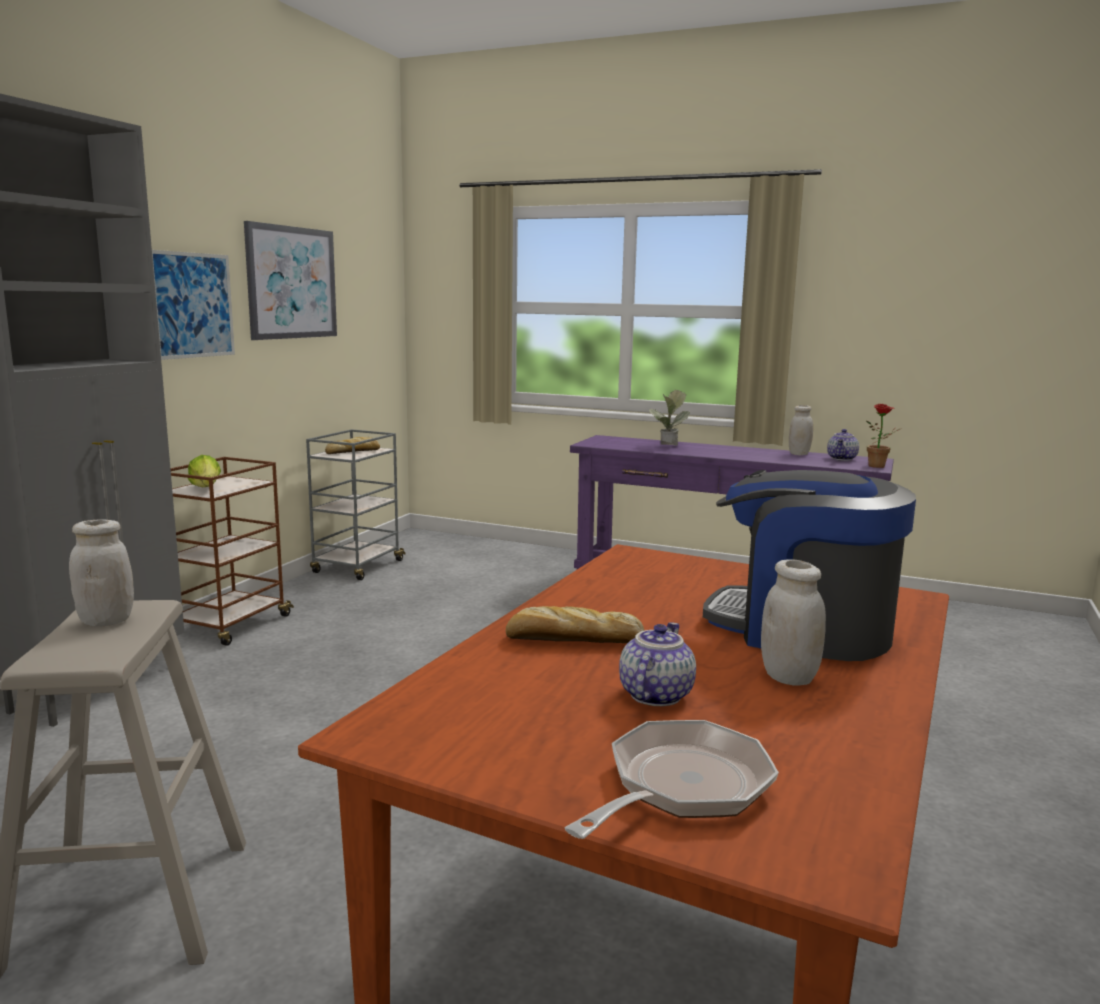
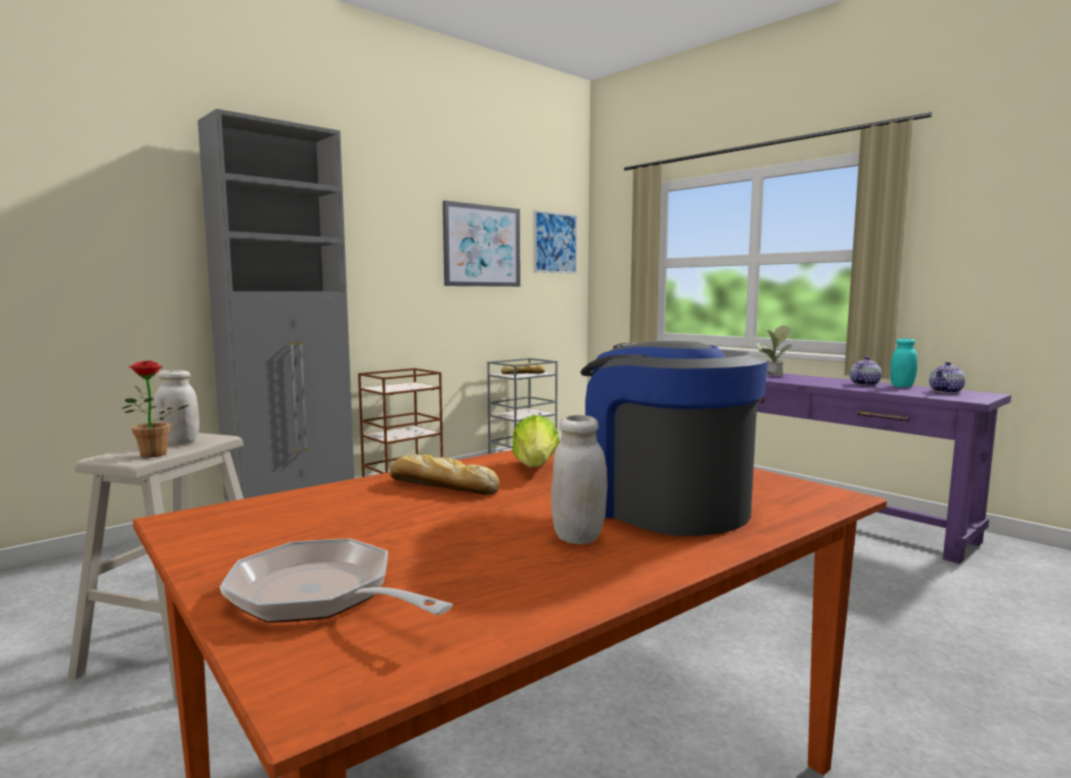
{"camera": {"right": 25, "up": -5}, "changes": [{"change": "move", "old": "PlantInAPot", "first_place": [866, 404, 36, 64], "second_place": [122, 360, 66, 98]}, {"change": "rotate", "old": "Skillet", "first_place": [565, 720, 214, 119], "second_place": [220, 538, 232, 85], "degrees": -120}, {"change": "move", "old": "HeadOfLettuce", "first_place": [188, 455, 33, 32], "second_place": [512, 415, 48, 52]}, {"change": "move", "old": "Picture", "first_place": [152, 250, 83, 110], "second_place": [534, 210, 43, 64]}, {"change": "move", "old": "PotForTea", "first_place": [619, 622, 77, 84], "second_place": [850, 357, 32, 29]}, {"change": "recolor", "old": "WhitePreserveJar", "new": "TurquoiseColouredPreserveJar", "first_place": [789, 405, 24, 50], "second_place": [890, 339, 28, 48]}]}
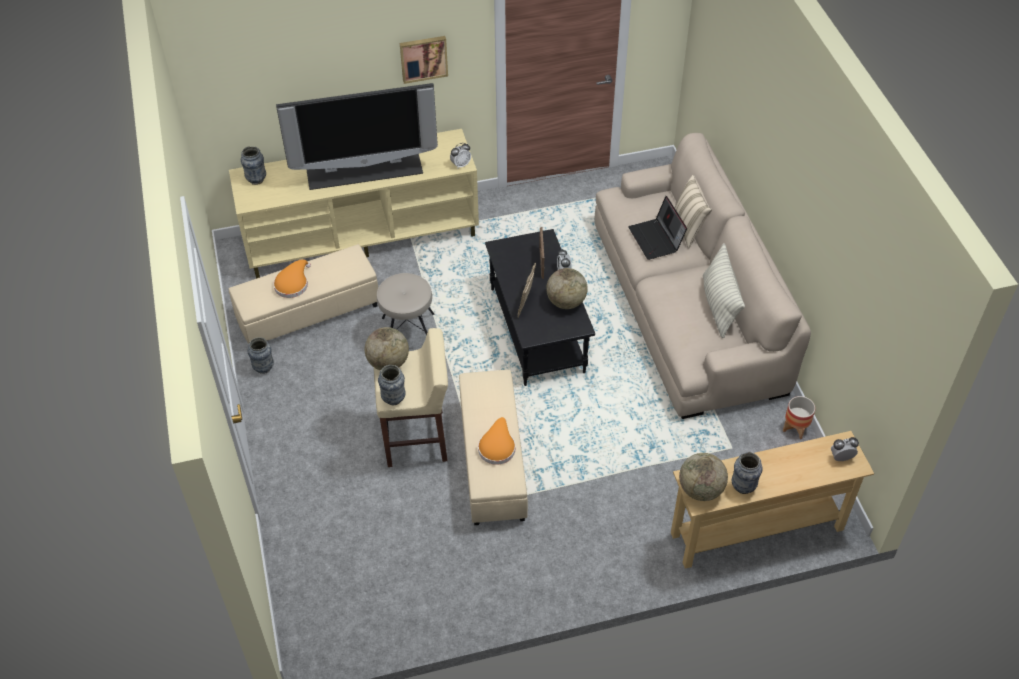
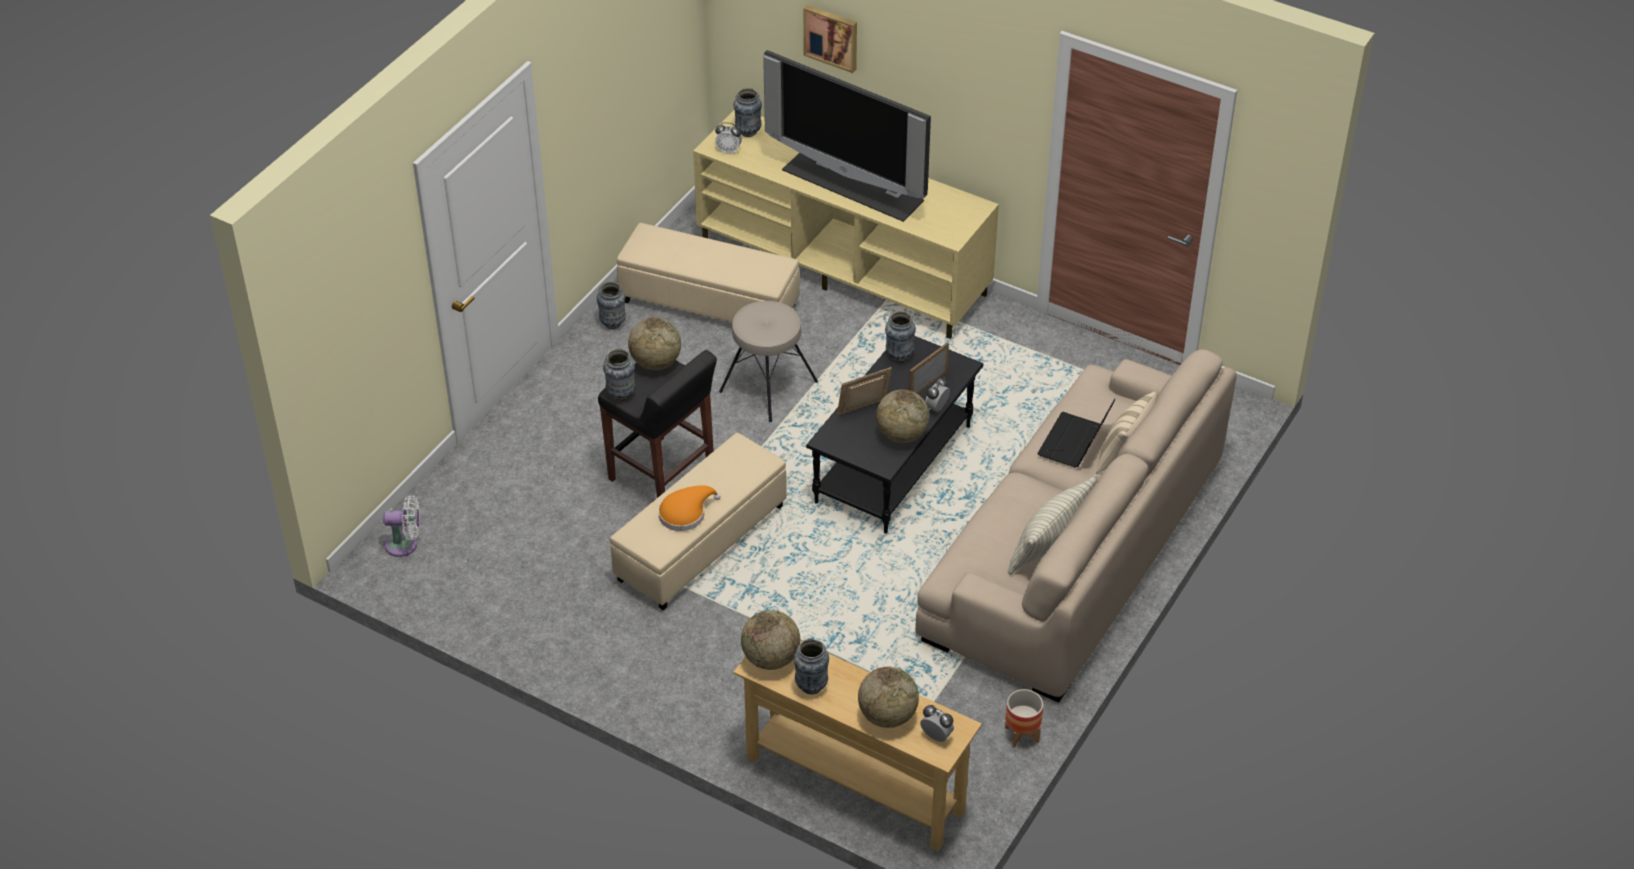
{"camera": {"right": 45, "up": -5}, "changes": [{"change": "insert", "new": "WhiteFan", "second_place": [383, 496, 37, 61]}, {"change": "recolor", "old": "BeigeStool", "new": "BlackishStool", "first_place": [374, 328, 74, 139], "second_place": [598, 350, 119, 148]}, {"change": "move", "old": "TableClock", "first_place": [450, 143, 21, 25], "second_place": [715, 122, 27, 32]}, {"change": "move", "old": "Picture", "first_place": [400, 36, 48, 48], "second_place": [803, 5, 54, 68]}, {"change": "insert", "new": "WorldGlobe", "second_place": [858, 667, 61, 61]}, {"change": "insert", "new": "FlowerVase", "second_place": [885, 311, 31, 51]}, {"change": "delete", "old": "OrangeClothingHat", "first_place": [274, 259, 37, 39]}]}
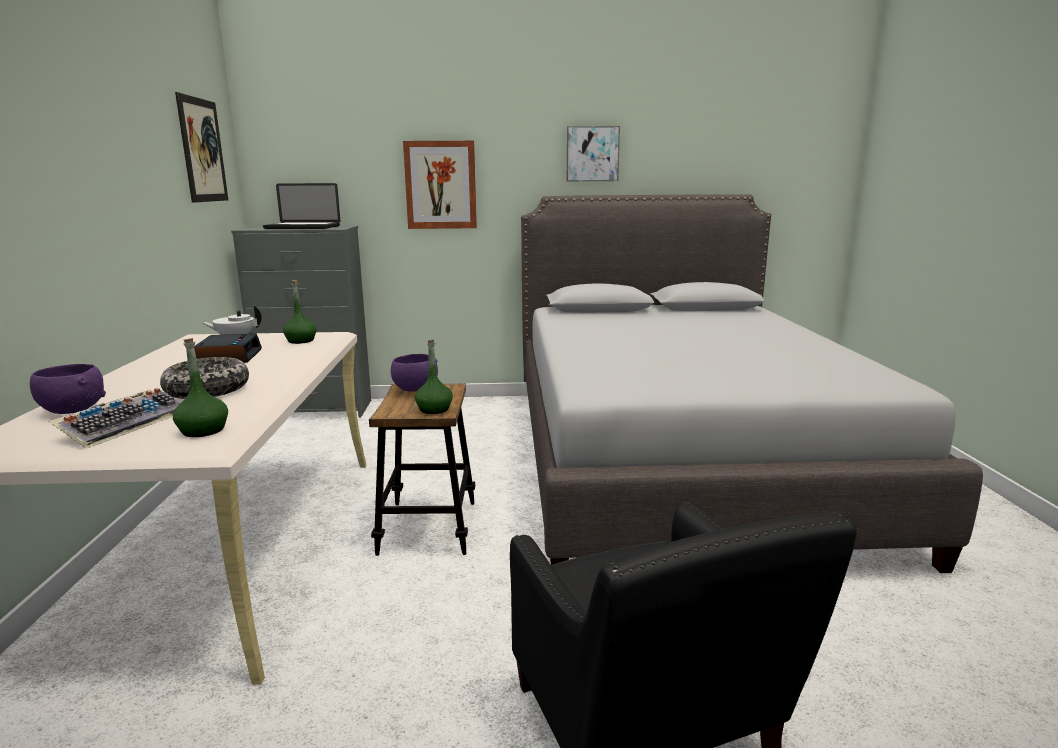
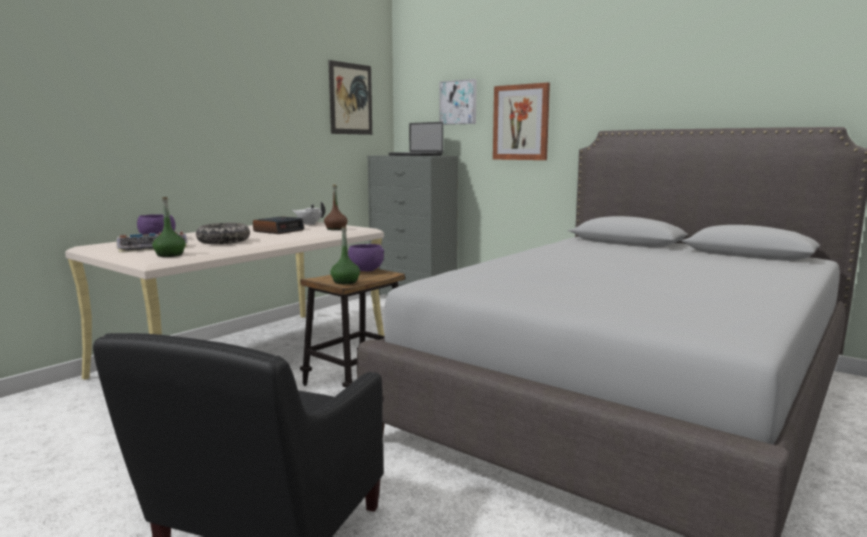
{"camera": {"right": 40, "up": -5}, "changes": [{"change": "recolor", "old": "GreenishDrinkBottle", "new": "BrownishDrinkBottle", "first_place": [283, 280, 34, 64], "second_place": [324, 184, 23, 46]}, {"change": "move", "old": "Picture", "first_place": [567, 126, 53, 55], "second_place": [439, 79, 38, 46]}]}
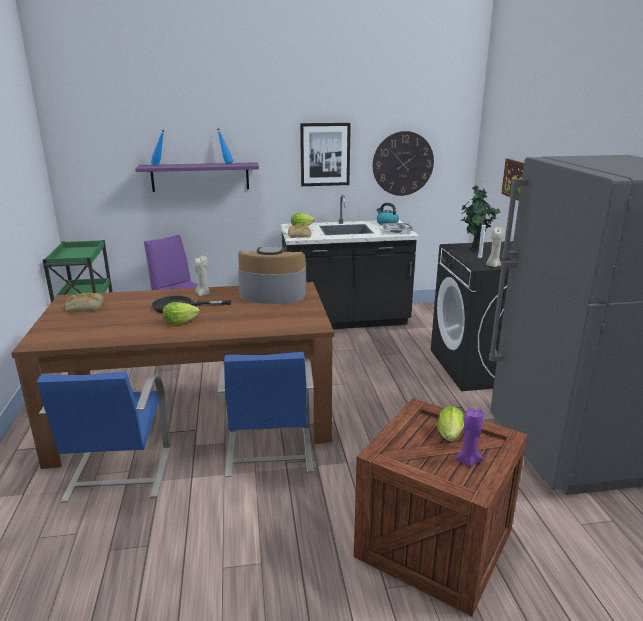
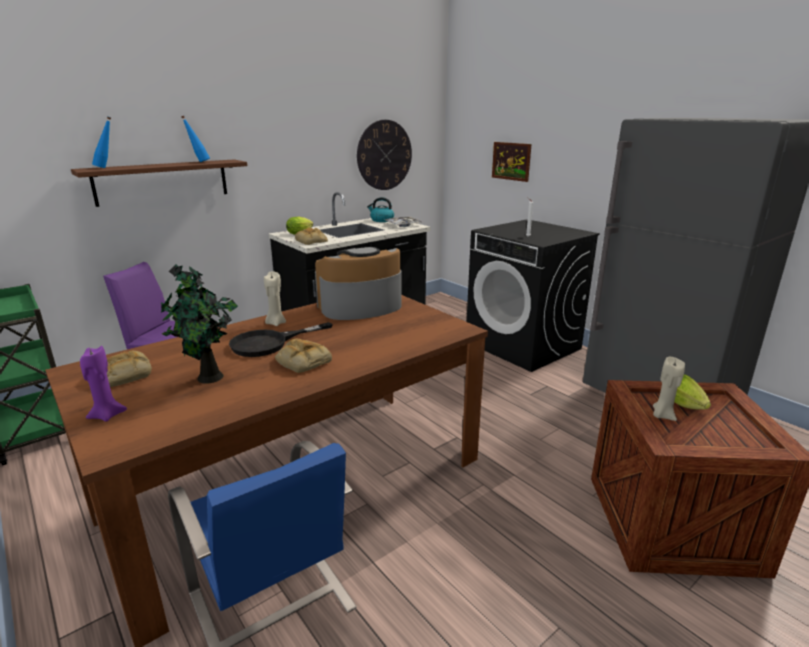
{"camera": {"right": -30, "up": 0}, "changes": [{"change": "recolor", "old": "PurplishWallShelf", "new": "BrownishWallShelf", "first_place": [135, 162, 124, 30], "second_place": [71, 160, 176, 47]}, {"change": "move", "old": "PurplishWaxLight", "first_place": [454, 407, 30, 60], "second_place": [80, 346, 47, 76]}, {"change": "move", "old": "PlantInAPot", "first_place": [461, 185, 39, 67], "second_place": [161, 264, 77, 120]}, {"change": "replace", "old": "HeadOfLettuce", "new": "Bread", "first_place": [163, 302, 37, 22], "second_place": [275, 339, 57, 34]}, {"change": "move", "old": "BeigeWaxLight", "first_place": [486, 227, 18, 40], "second_place": [653, 357, 32, 64]}, {"change": "delete", "old": "BlueChair", "first_place": [218, 352, 96, 125]}, {"change": "delete", "old": "Picture", "first_place": [300, 123, 51, 63]}]}
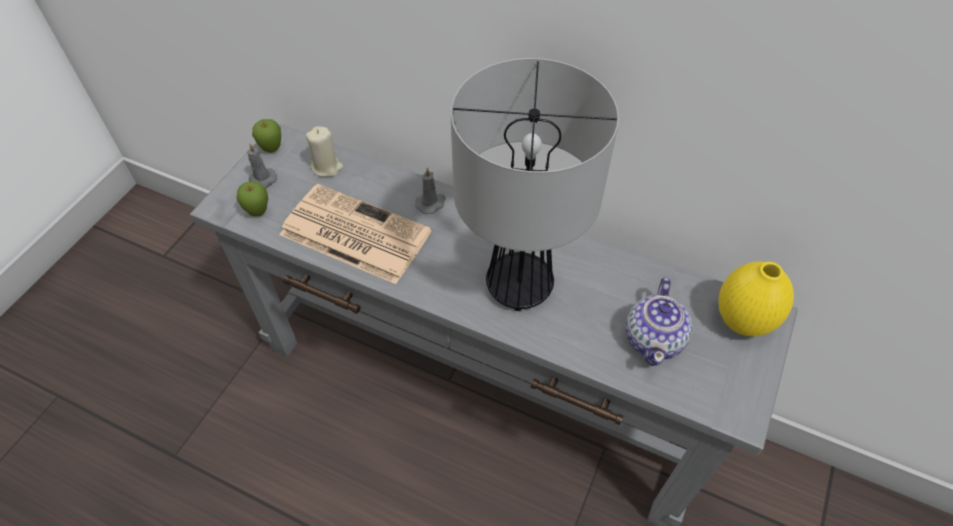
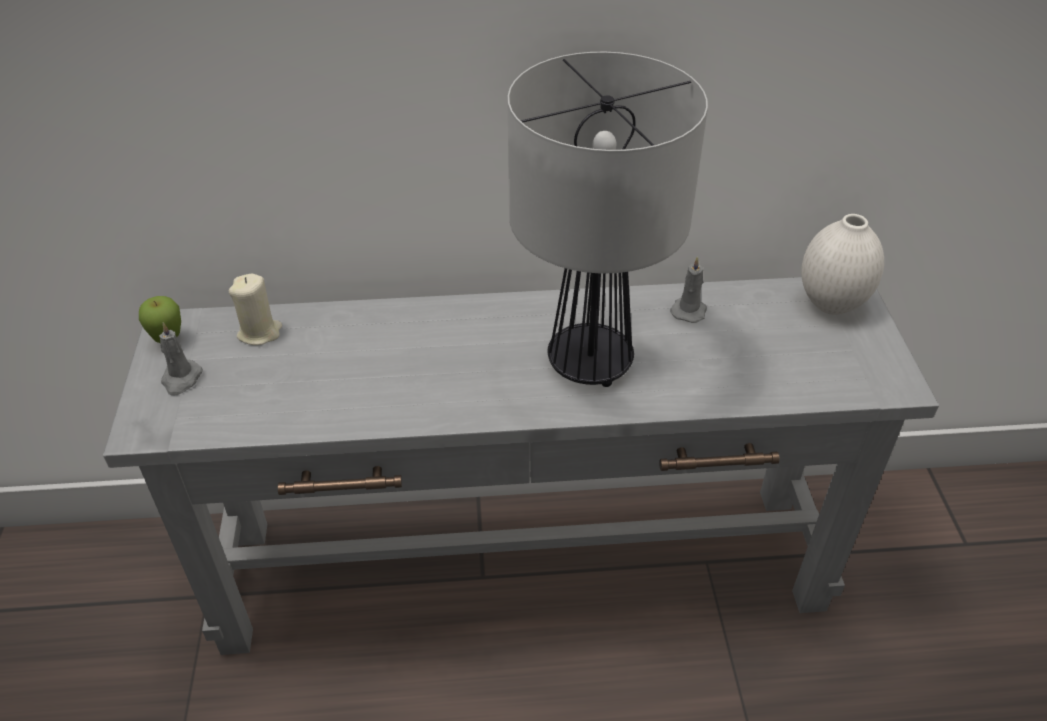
{"camera": {"right": -30, "up": -10}, "changes": [{"change": "move", "old": "GreyWaxLight", "first_place": [415, 167, 31, 47], "second_place": [670, 256, 37, 67]}, {"change": "recolor", "old": "YellowFlowerVase", "new": "WhiteFlowerVase", "first_place": [718, 261, 76, 75], "second_place": [801, 214, 83, 101]}, {"change": "delete", "old": "Apple", "first_place": [237, 181, 31, 35]}, {"change": "delete", "old": "PrintedPaper", "first_place": [280, 184, 152, 100]}, {"change": "delete", "old": "PotForTea", "first_place": [626, 277, 66, 89]}]}
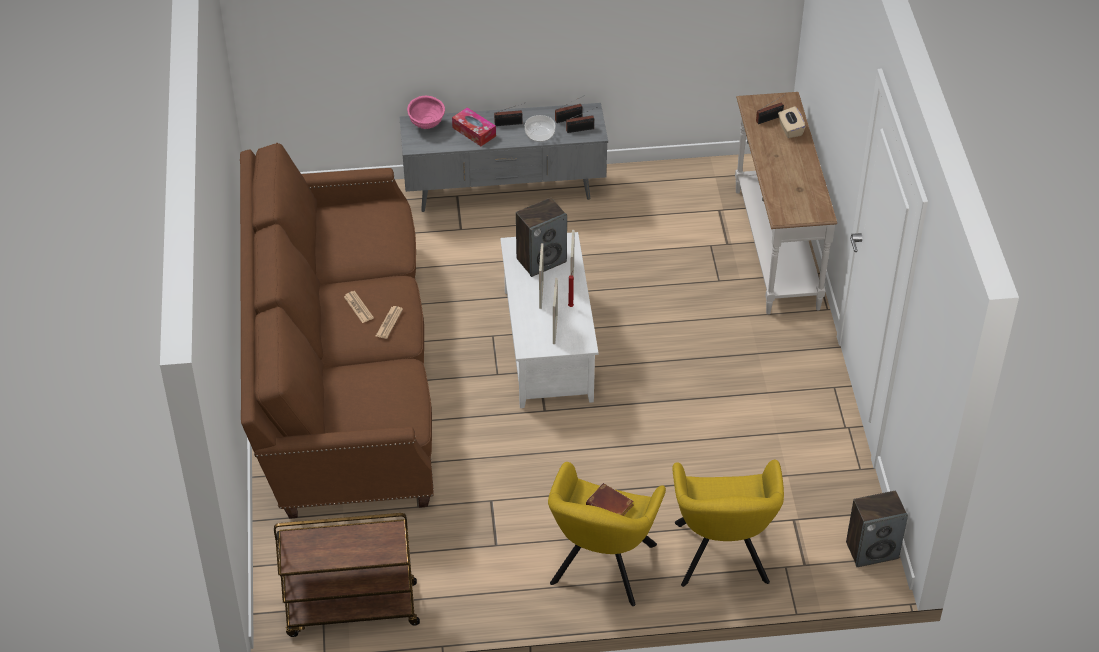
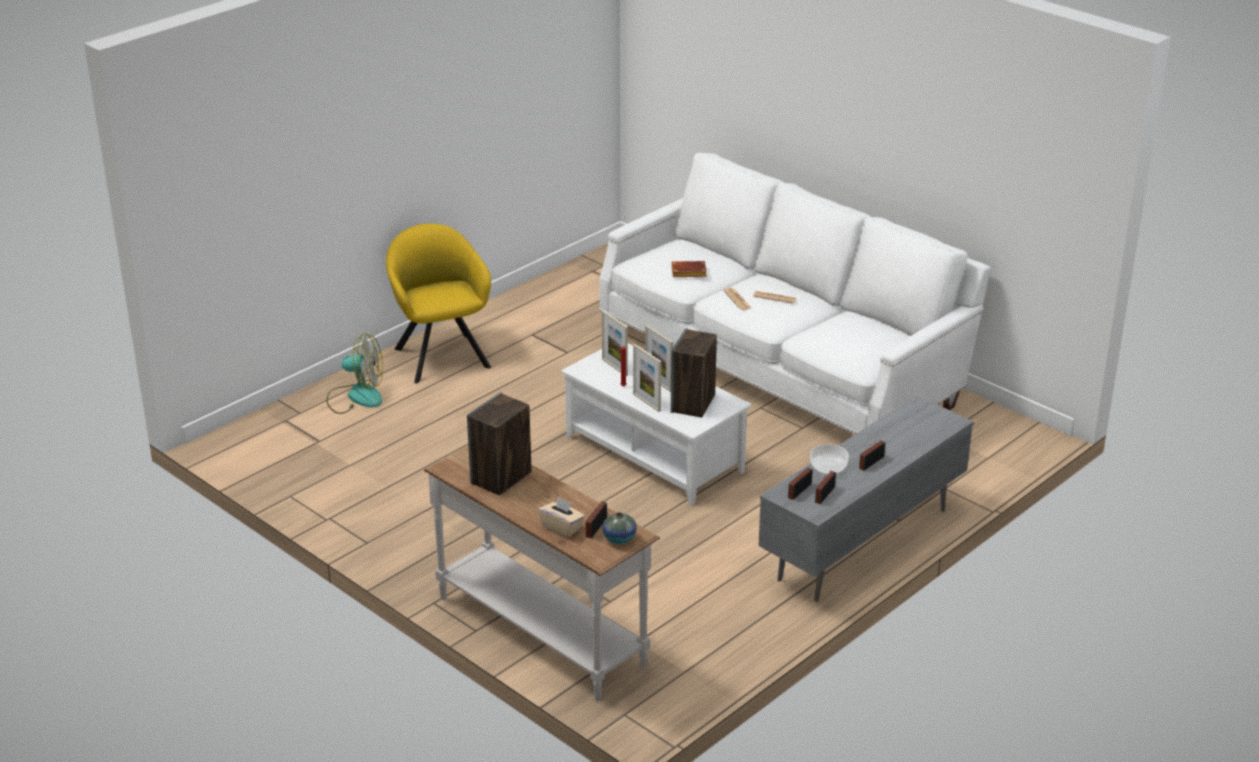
{"camera": {"right": 140, "up": -15}, "changes": [{"change": "replace", "old": "YellowEasyChair", "new": "Fan", "first_place": [672, 460, 112, 127], "second_place": [326, 333, 57, 81]}, {"change": "move", "old": "AudioSpeaker", "first_place": [846, 491, 62, 76], "second_place": [467, 392, 65, 103]}, {"change": "recolor", "old": "BrownishCouch", "new": "WhiteCouch", "first_place": [240, 143, 194, 376], "second_place": [599, 153, 391, 281]}, {"change": "insert", "new": "FlowerVase", "second_place": [602, 512, 35, 32]}, {"change": "move", "old": "BrownishBook", "first_place": [586, 483, 48, 33], "second_place": [671, 261, 36, 16]}, {"change": "delete", "old": "BrownishTrolley", "first_place": [274, 513, 146, 124]}, {"change": "delete", "old": "PinkColouredDeepDish", "first_place": [407, 96, 38, 33]}, {"change": "delete", "old": "TissueBox", "first_place": [452, 107, 44, 39]}]}
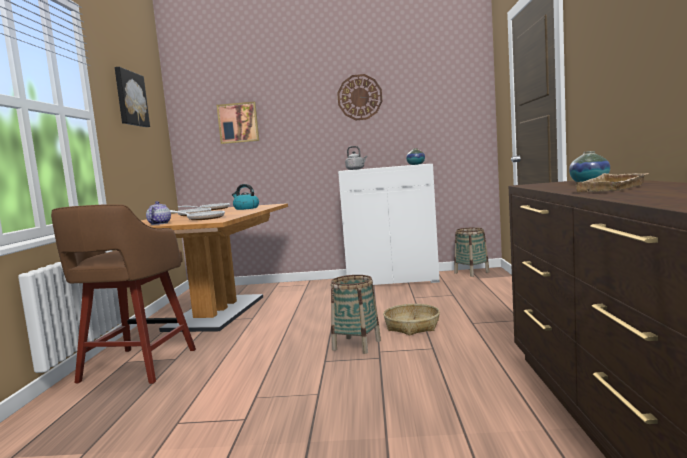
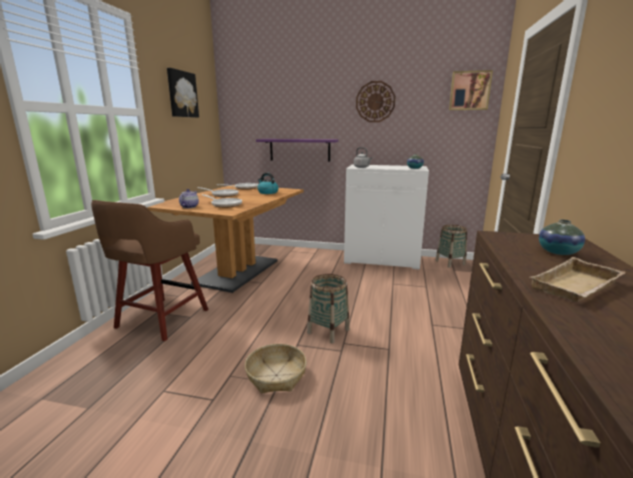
{"camera": {"right": 10, "up": 10}, "changes": [{"change": "move", "old": "Basket", "first_place": [383, 304, 57, 31], "second_place": [245, 344, 62, 50]}, {"change": "insert", "new": "PurplishWallShelf", "second_place": [256, 139, 82, 23]}, {"change": "move", "old": "Picture", "first_place": [217, 102, 42, 42], "second_place": [449, 70, 44, 40]}]}
